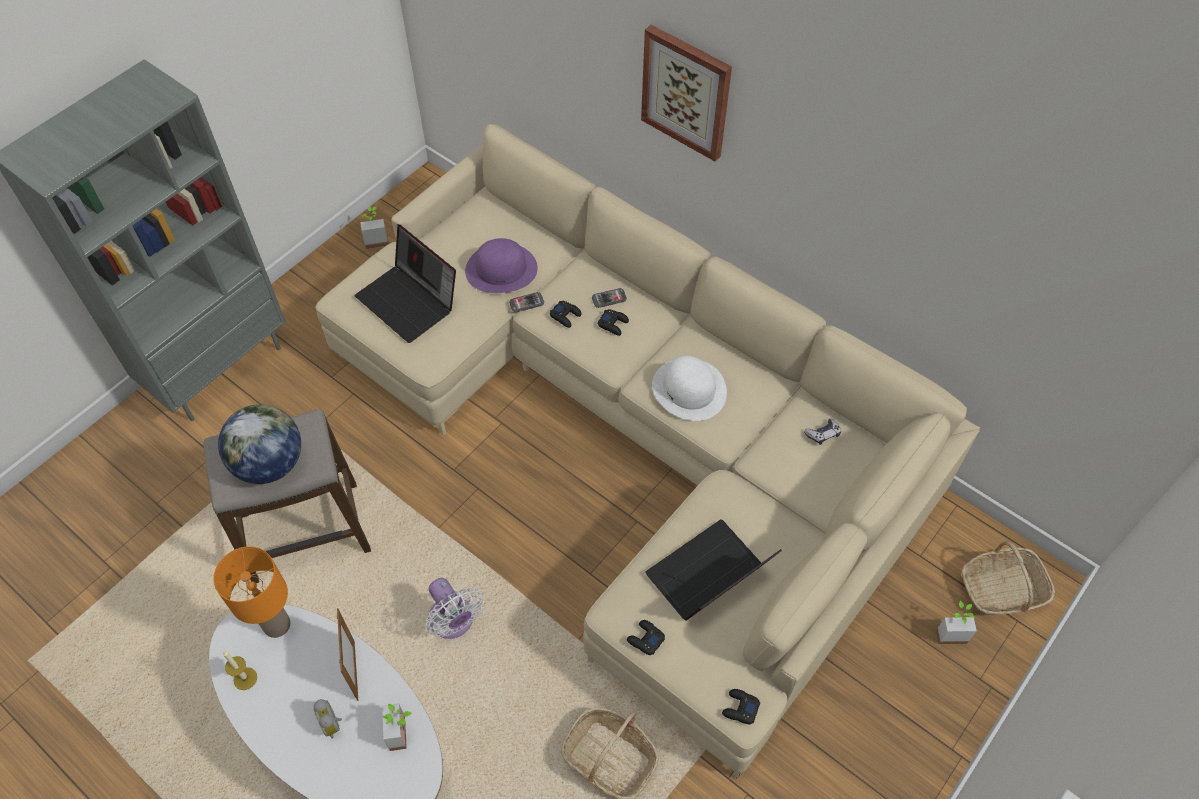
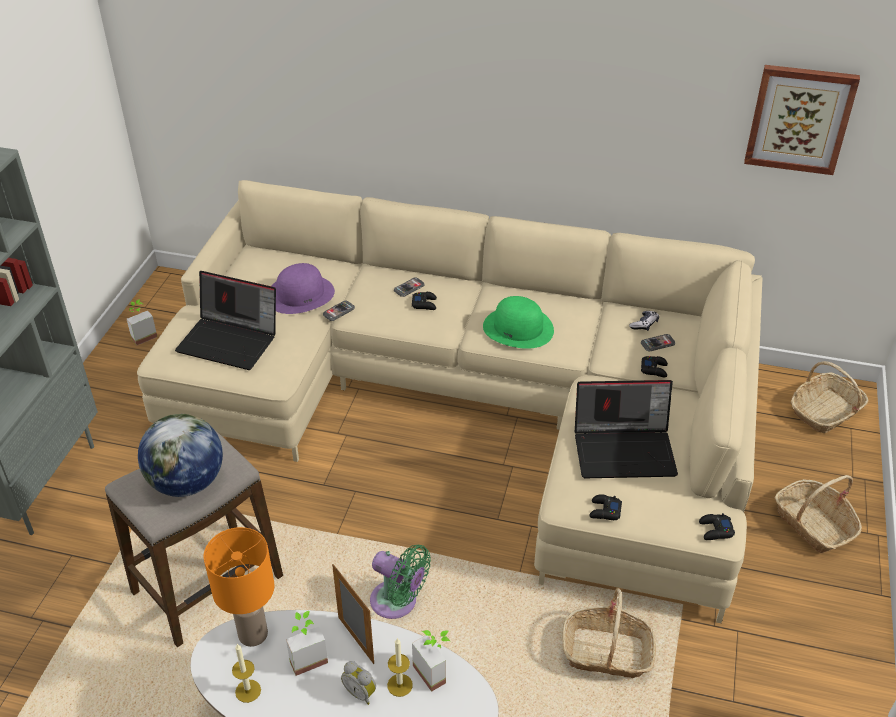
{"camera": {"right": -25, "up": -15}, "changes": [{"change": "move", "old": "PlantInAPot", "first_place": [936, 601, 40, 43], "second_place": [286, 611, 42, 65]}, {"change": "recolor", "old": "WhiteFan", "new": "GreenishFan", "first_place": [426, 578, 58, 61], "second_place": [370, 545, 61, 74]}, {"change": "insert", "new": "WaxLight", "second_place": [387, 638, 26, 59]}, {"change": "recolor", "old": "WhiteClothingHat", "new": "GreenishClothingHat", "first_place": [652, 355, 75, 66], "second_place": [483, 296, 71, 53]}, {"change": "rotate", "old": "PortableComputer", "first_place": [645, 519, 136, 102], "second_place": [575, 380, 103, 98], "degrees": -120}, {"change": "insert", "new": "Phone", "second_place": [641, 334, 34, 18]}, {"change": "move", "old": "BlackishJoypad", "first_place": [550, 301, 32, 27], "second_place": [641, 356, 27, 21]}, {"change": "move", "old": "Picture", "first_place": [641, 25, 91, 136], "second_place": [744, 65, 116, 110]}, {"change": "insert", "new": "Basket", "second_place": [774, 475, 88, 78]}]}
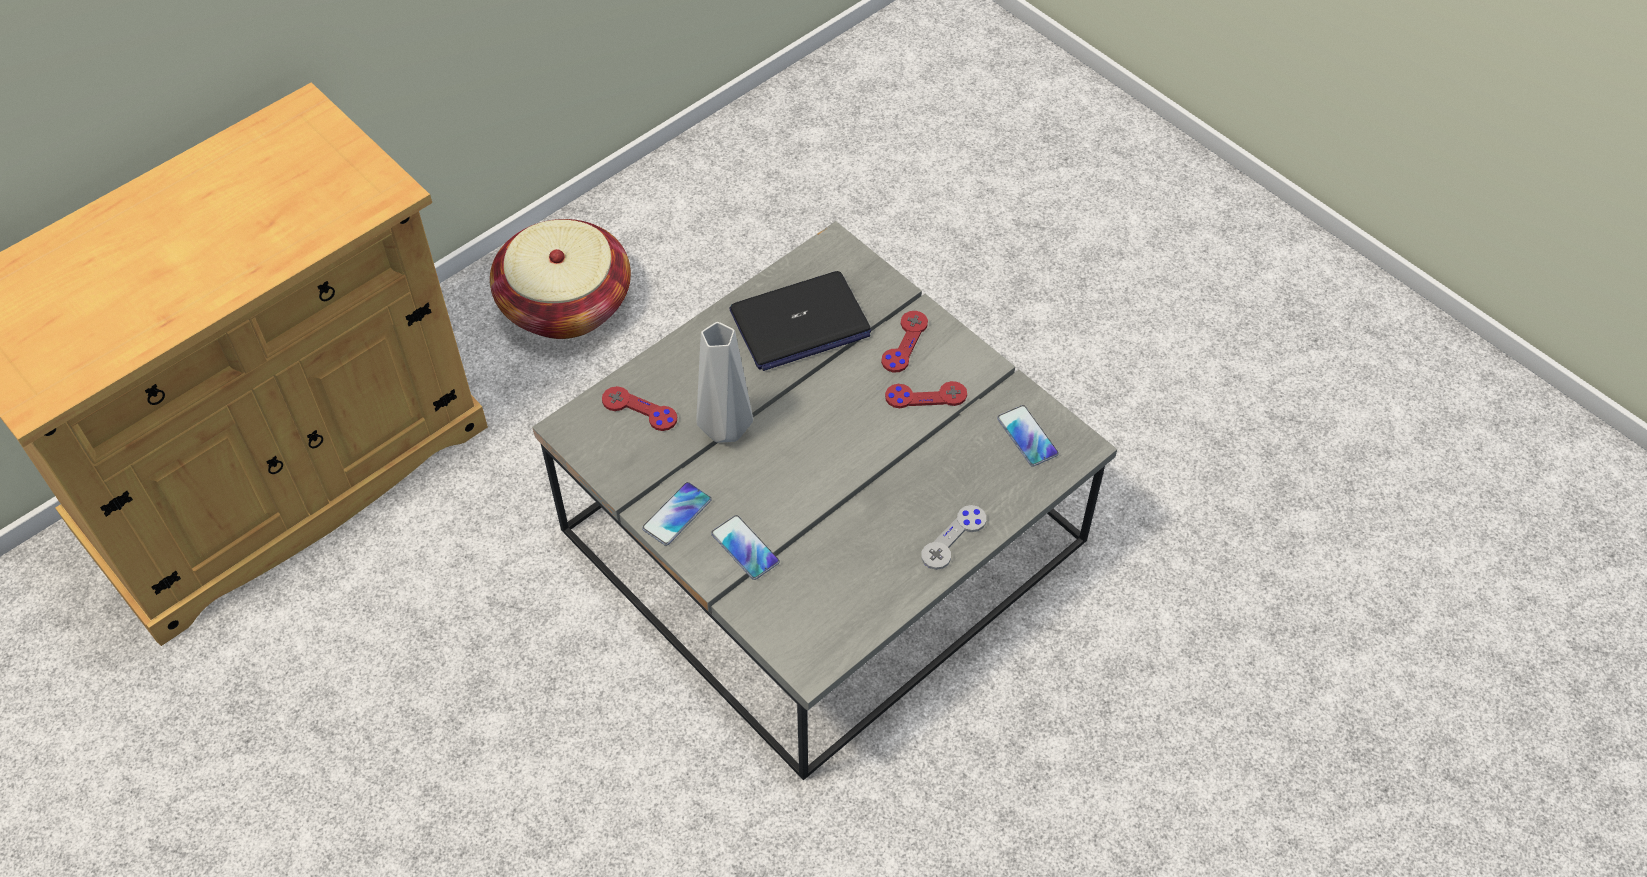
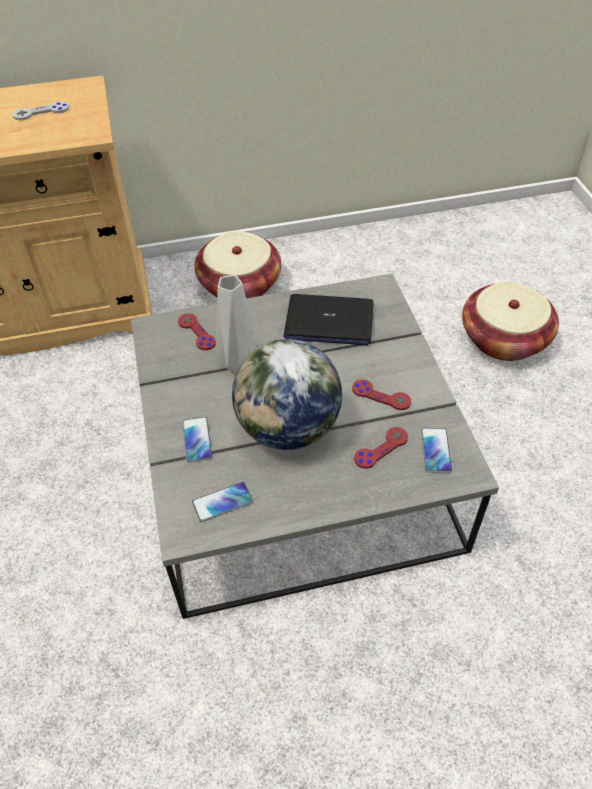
{"camera": {"right": 30, "up": -5}, "changes": [{"change": "move", "old": "GreyJoypad", "first_place": [921, 505, 65, 65], "second_place": [13, 101, 56, 19]}, {"change": "move", "old": "Phone", "first_place": [642, 482, 70, 64], "second_place": [192, 482, 61, 40]}, {"change": "insert", "new": "WorldGlobe", "second_place": [232, 339, 110, 111]}, {"change": "move", "old": "RedColouredJoypad", "first_place": [881, 311, 47, 61], "second_place": [354, 427, 54, 42]}, {"change": "insert", "new": "Basket", "second_place": [462, 282, 97, 79]}]}
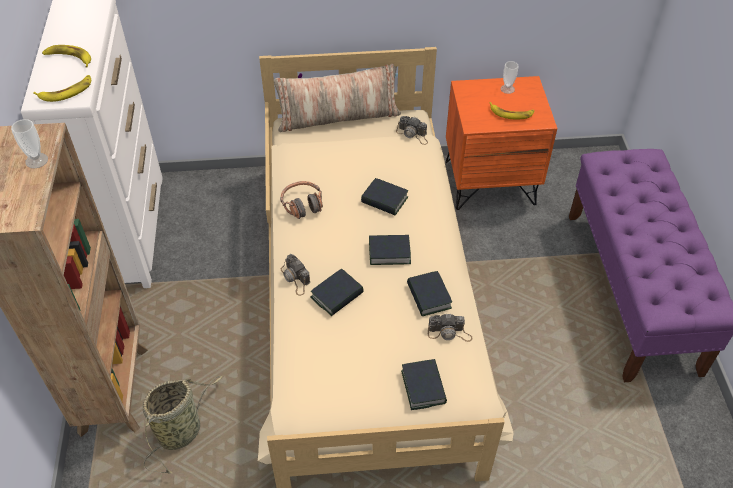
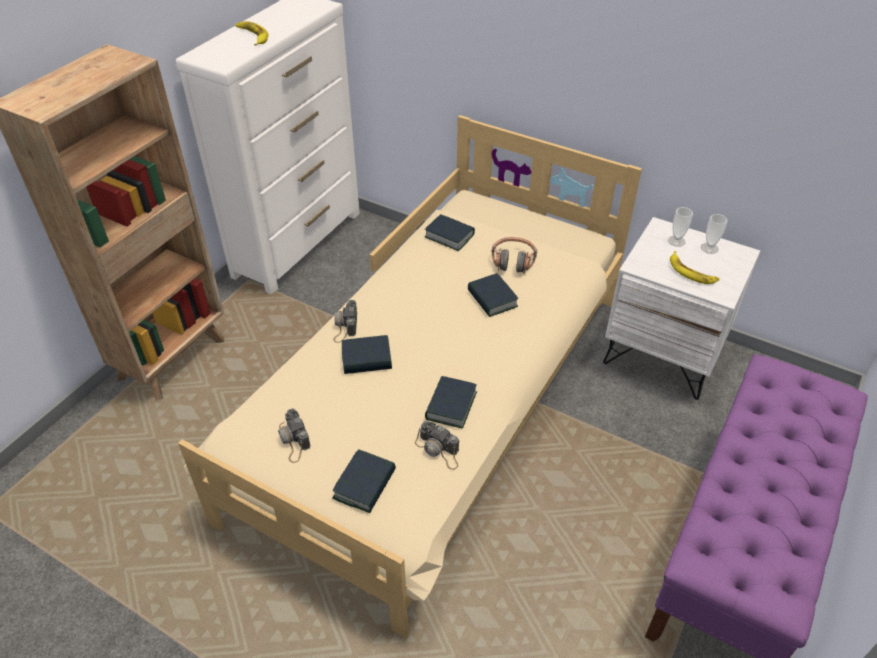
{"camera": {"right": 35, "up": -5}, "changes": [{"change": "move", "old": "PhotoCamera", "first_place": [396, 116, 32, 29], "second_place": [278, 408, 33, 55]}, {"change": "move", "old": "Book", "first_place": [369, 235, 42, 30], "second_place": [425, 214, 50, 37]}, {"change": "move", "old": "Headphones", "first_place": [280, 181, 43, 38], "second_place": [491, 237, 46, 37]}, {"change": "recolor", "old": "OrangeNightstand", "new": "WhiteNightstand", "first_place": [446, 76, 112, 134], "second_place": [603, 217, 157, 183]}, {"change": "move", "old": "DrinkingCup", "first_place": [11, 119, 37, 50], "second_place": [668, 207, 25, 40]}, {"change": "delete", "old": "BananaFruit", "first_place": [33, 75, 58, 27]}, {"change": "delete", "old": "Basket", "first_place": [142, 376, 81, 98]}, {"change": "delete", "old": "ThrowPillow", "first_place": [274, 64, 127, 68]}]}
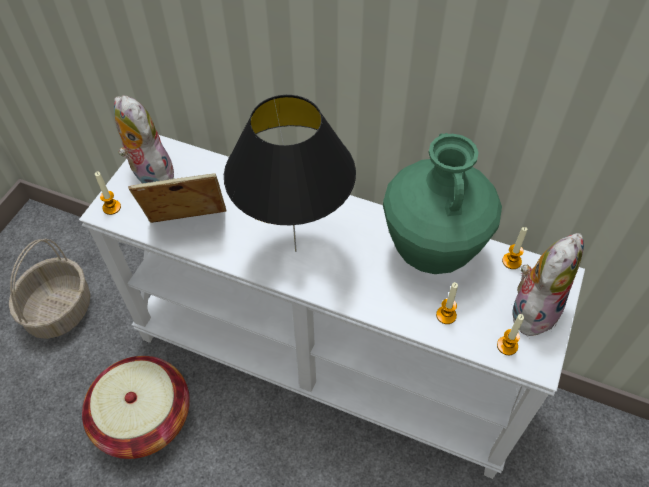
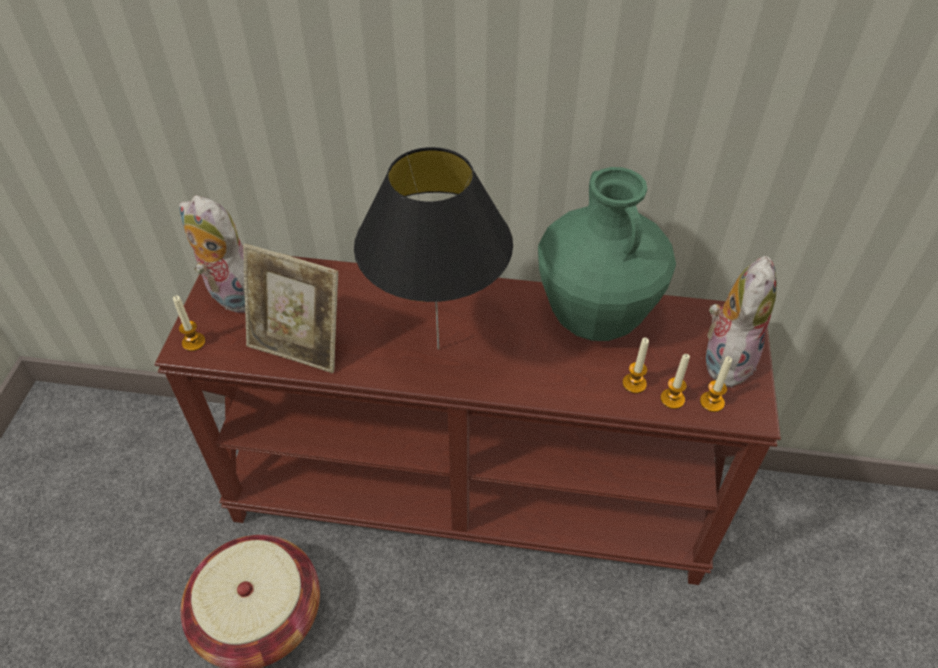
{"camera": {"right": -15, "up": -5}, "changes": [{"change": "recolor", "old": "WhiteNarrowTable", "new": "BrownishNarrowTable", "first_place": [79, 135, 506, 344], "second_place": [155, 256, 626, 329]}, {"change": "rotate", "old": "PictureFrame", "first_place": [128, 173, 99, 50], "second_place": [243, 244, 95, 129], "degrees": -135}, {"change": "move", "old": "WaxLight", "first_place": [502, 227, 26, 42], "second_place": [660, 354, 30, 55]}, {"change": "delete", "old": "Basket", "first_place": [9, 239, 81, 100]}]}
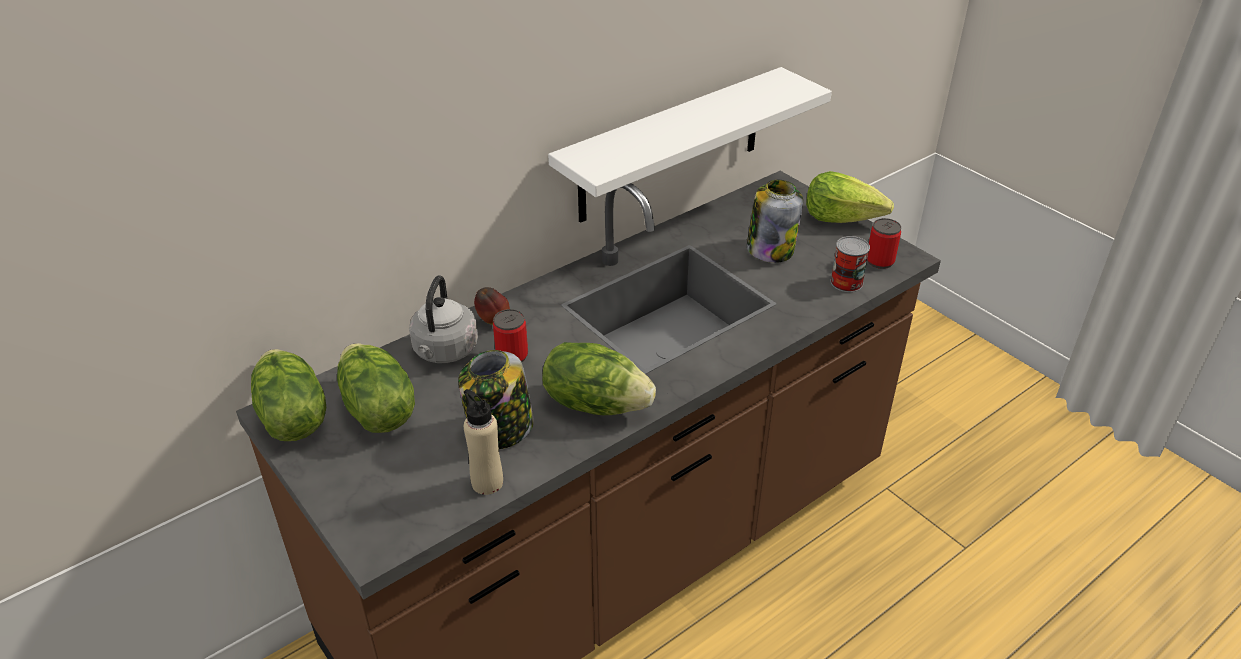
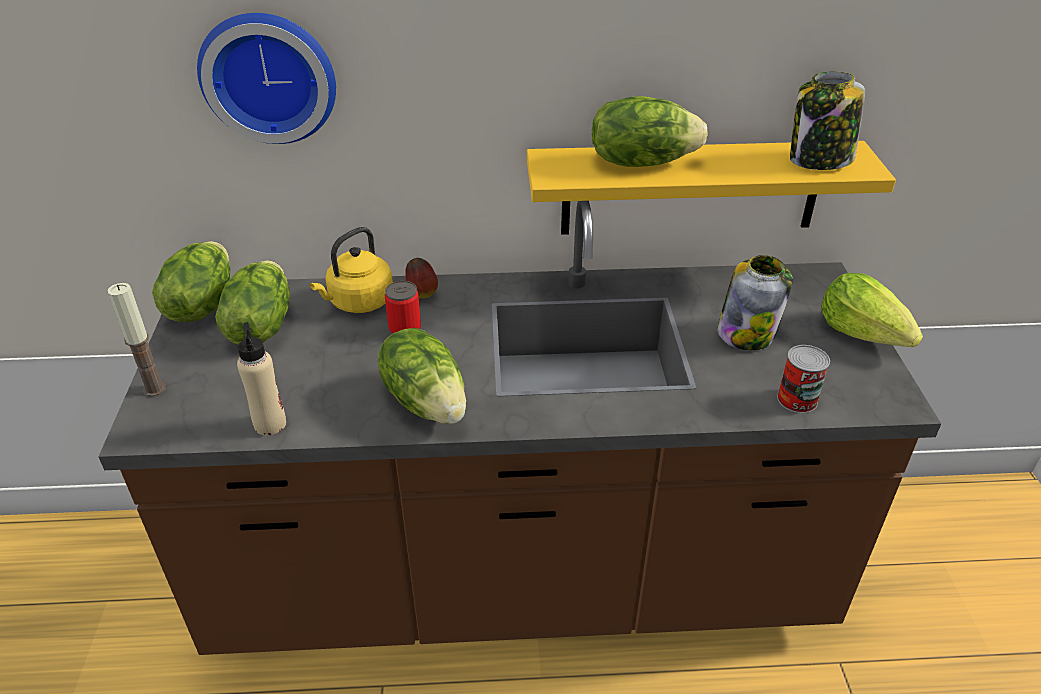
{"camera": {"right": 35, "up": 0}, "changes": [{"change": "insert", "new": "WaxLight", "second_place": [107, 283, 59, 113]}, {"change": "insert", "new": "ClockOnTheWall", "second_place": [197, 13, 139, 131]}, {"change": "recolor", "old": "GreyWaterKettle", "new": "YellowWaterKettle", "first_place": [409, 275, 69, 88], "second_place": [310, 227, 83, 86]}, {"change": "recolor", "old": "WhiteWallShelf", "new": "YellowWallShelf", "first_place": [548, 67, 284, 156], "second_place": [527, 141, 369, 94]}, {"change": "insert", "new": "HeadOfLettuce", "second_place": [591, 96, 117, 71]}, {"change": "move", "old": "PreserveJar", "first_place": [458, 350, 76, 100], "second_place": [790, 72, 75, 98]}, {"change": "delete", "old": "SealedCan", "first_place": [867, 218, 34, 51]}]}
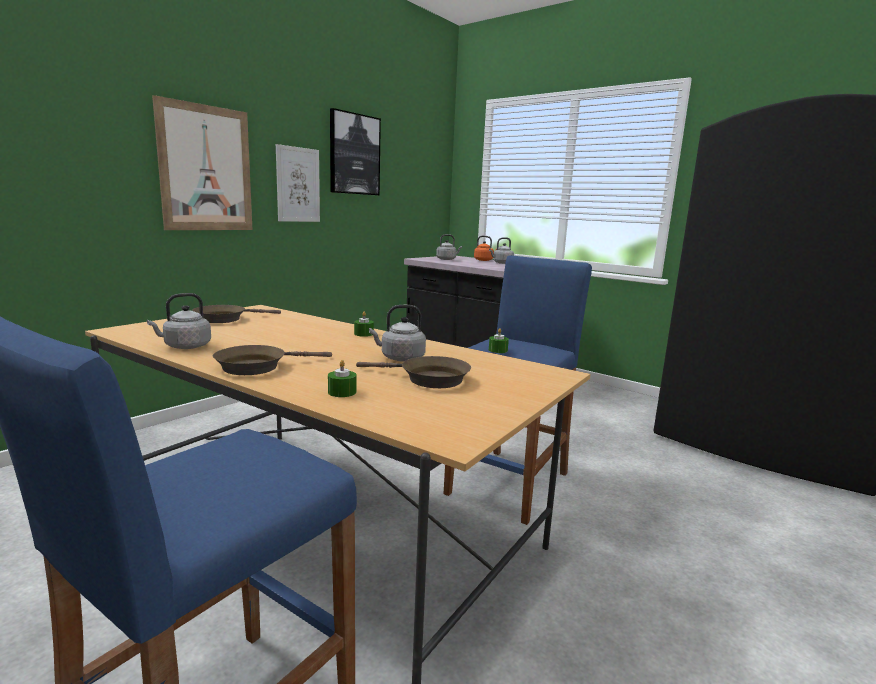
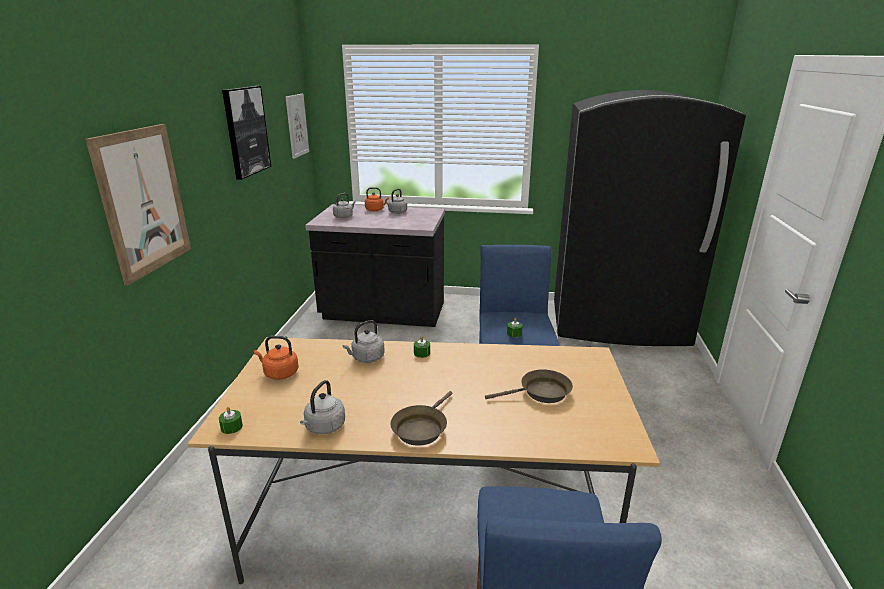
{"camera": {"right": -30, "up": 10}, "changes": [{"change": "move", "old": "GreenishWaxLight", "first_place": [328, 360, 28, 37], "second_place": [219, 407, 24, 27]}, {"change": "replace", "old": "BrownishSkillet", "new": "OrangeWaterKettle", "first_place": [192, 305, 89, 18], "second_place": [254, 336, 45, 44]}, {"change": "move", "old": "Picture", "first_place": [276, 144, 44, 78], "second_place": [286, 94, 23, 65]}, {"change": "move", "old": "GreyWaterKettle", "first_place": [369, 305, 57, 57], "second_place": [343, 320, 42, 43]}]}
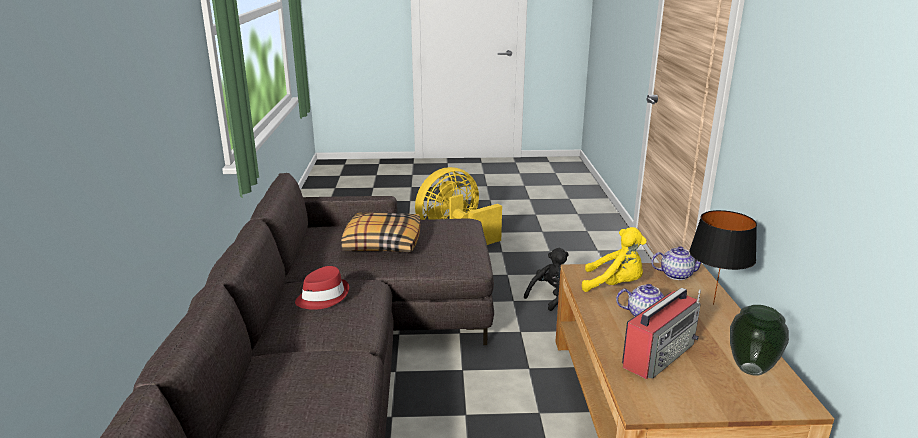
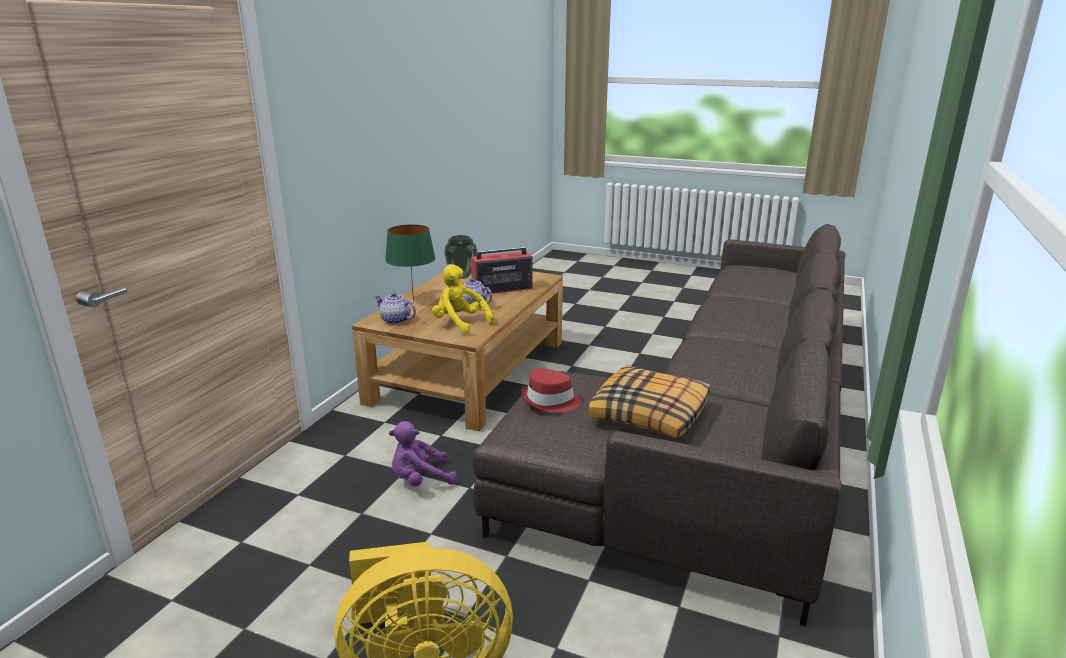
{"camera": {"right": -155, "up": 0}, "changes": [{"change": "recolor", "old": "BlackishLampForATable", "new": "GreenishLampForATable", "first_place": [689, 210, 68, 95], "second_place": [385, 224, 50, 77]}, {"change": "recolor", "old": "BlackishPlushToy", "new": "PurplishPlushToy", "first_place": [524, 248, 45, 63], "second_place": [389, 421, 68, 66]}, {"change": "move", "old": "RedColouredClothingHat", "first_place": [295, 266, 54, 44], "second_place": [521, 368, 60, 45]}]}
